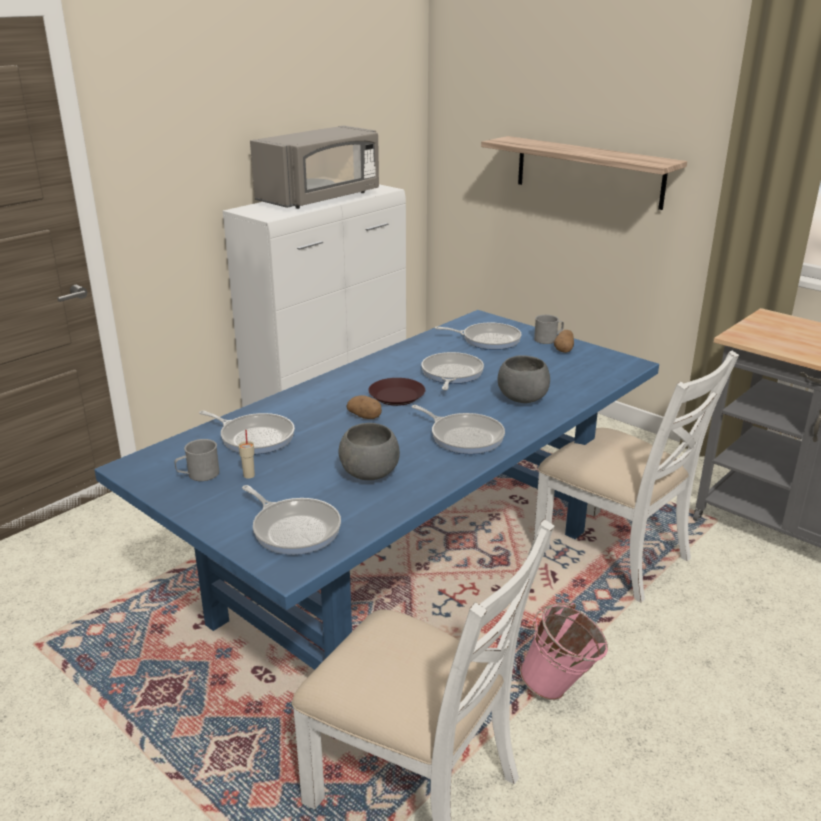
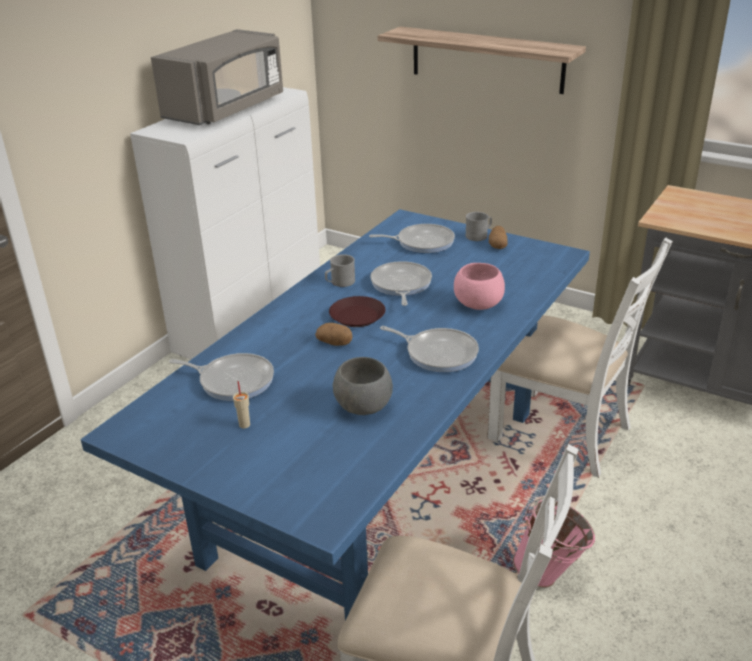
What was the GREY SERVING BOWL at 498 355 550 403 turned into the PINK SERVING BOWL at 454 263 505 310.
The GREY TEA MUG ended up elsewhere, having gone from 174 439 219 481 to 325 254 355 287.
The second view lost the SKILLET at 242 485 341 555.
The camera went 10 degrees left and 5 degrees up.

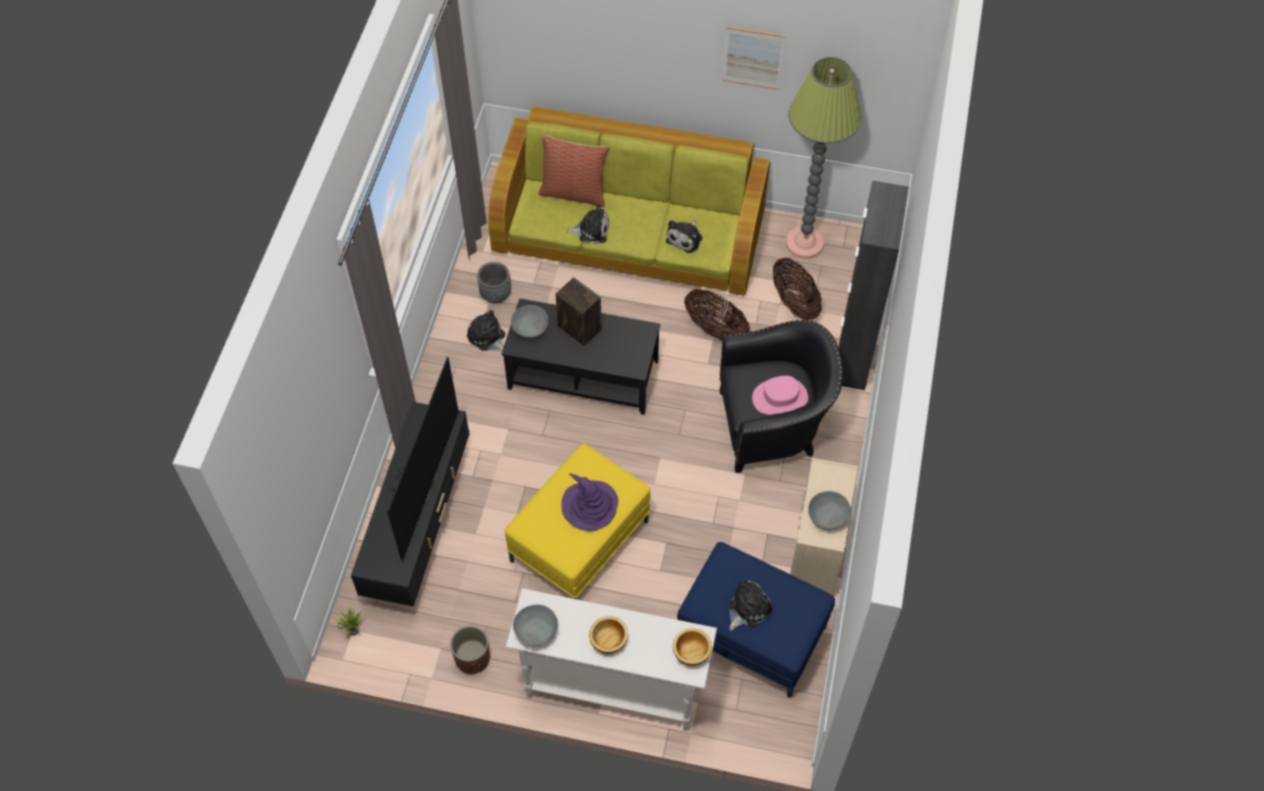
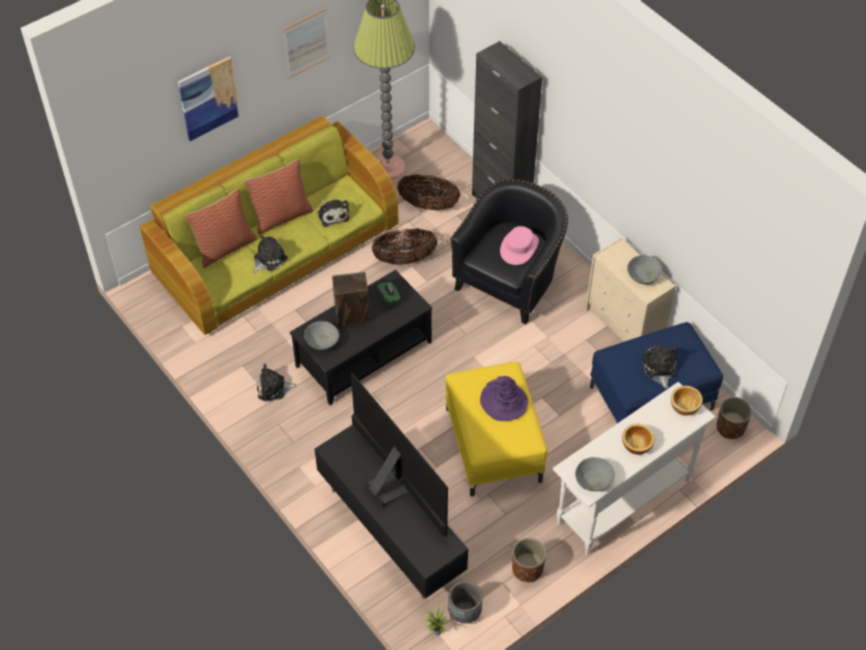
The GREY PLANTER ended up elsewhere, having gone from 477 262 511 304 to 448 581 482 623.
The second view gained the PICTURE at 178 56 240 141.
The second view gained the CUSHION at 244 159 314 234.
The second view gained the GREENISH BOX OF TISSUES at 377 282 401 307.
The second view gained the BROWNISH PLANTER at 716 397 752 439.
The camera went 50 degrees left and 5 degrees down.

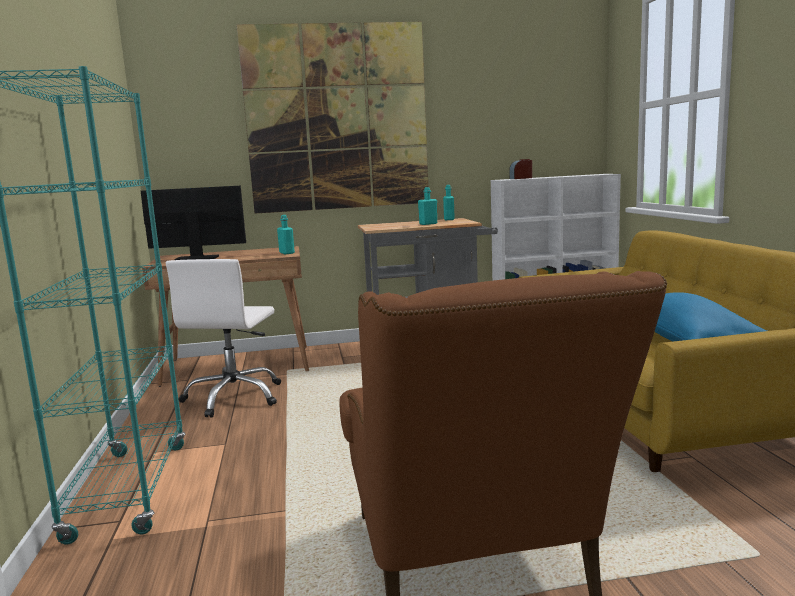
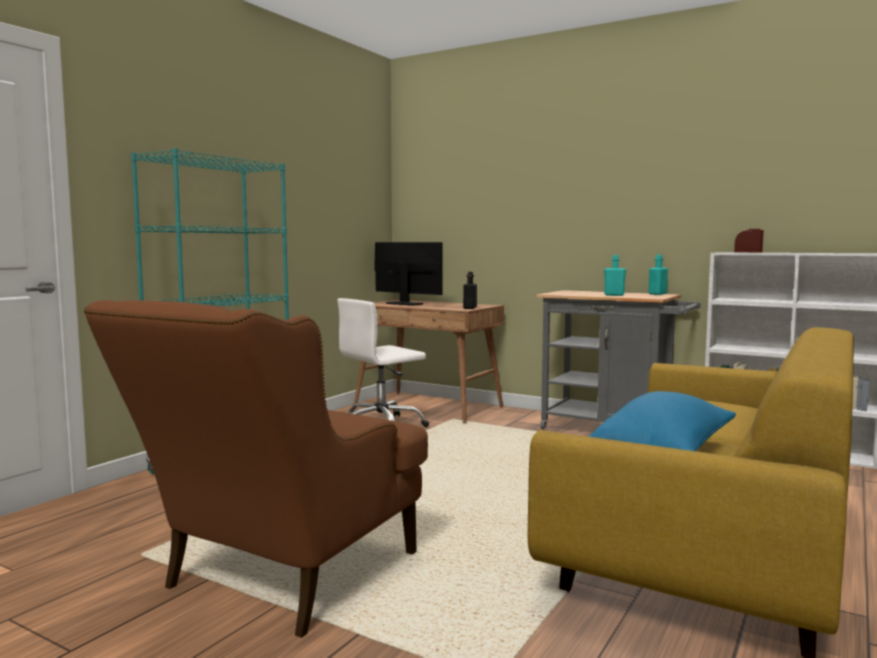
The second view lost the PICTURE at 236 22 428 214.
What was the TURQUOISE-COLOURED BEVERAGE BOTTLE at 277 215 295 254 turned into the BLACK-COLOURED BEVERAGE BOTTLE at 463 272 477 309.
The camera went 40 degrees right and 5 degrees down.

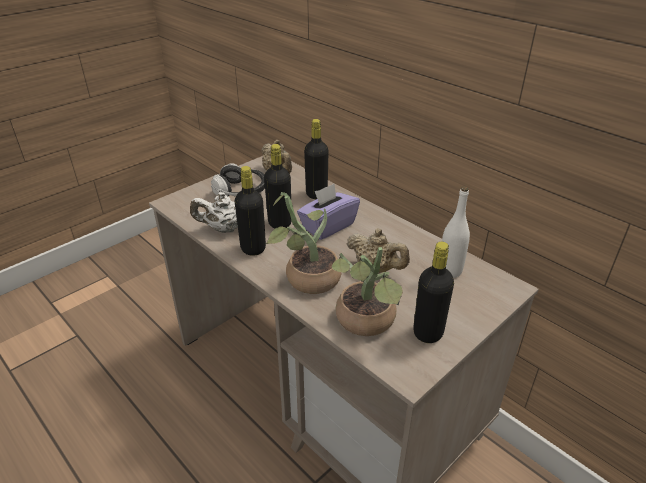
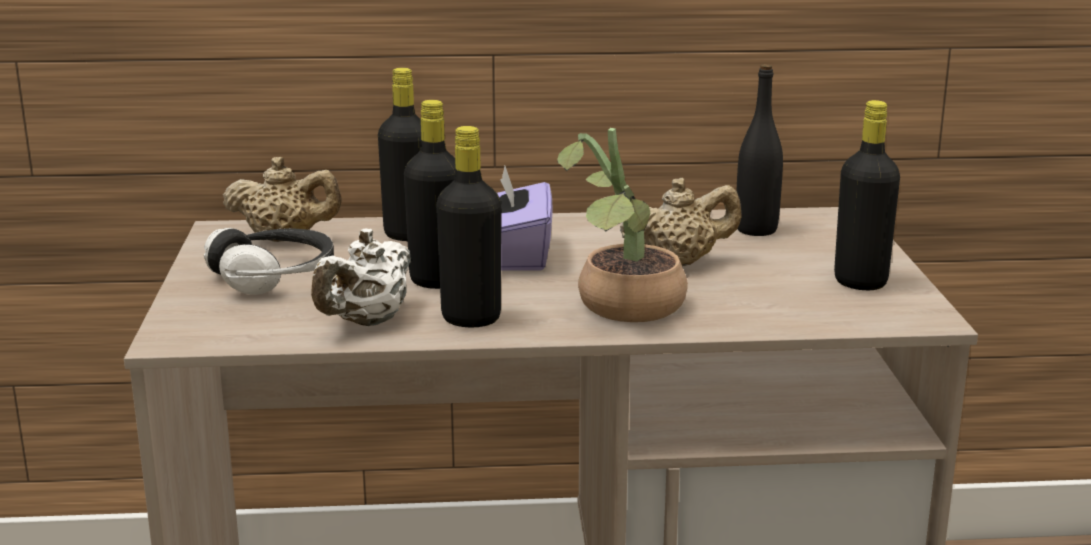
What was the WHITISH BEVERAGE BOTTLE at 442 187 470 278 turned into the BLACK-COLOURED BEVERAGE BOTTLE at 737 64 783 236.
The second view lost the POTTED PLANT at 332 247 403 336.
The camera went 50 degrees left and 15 degrees down.

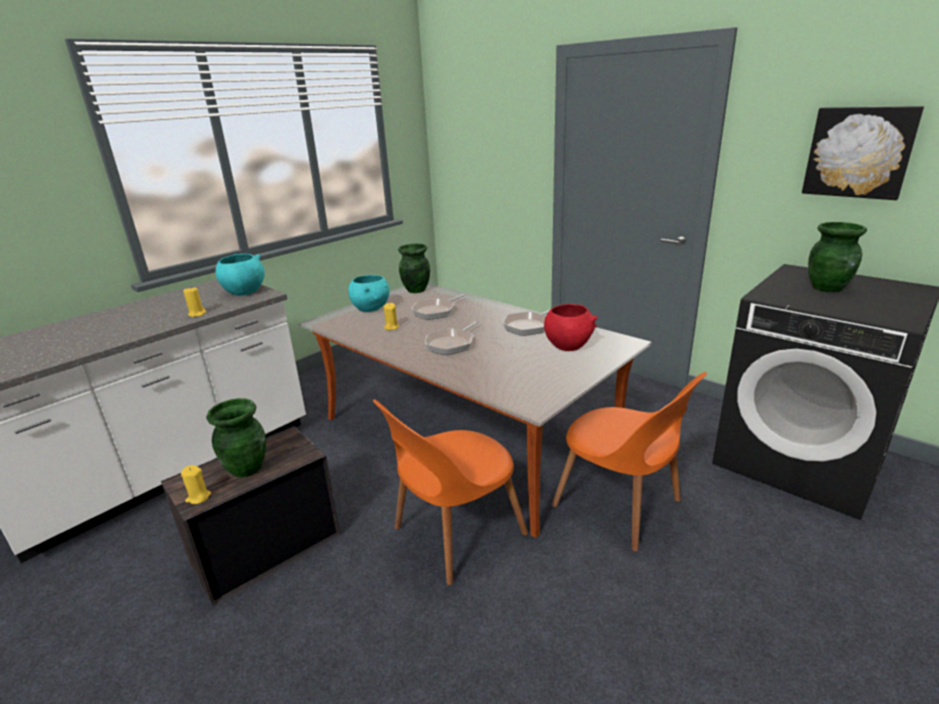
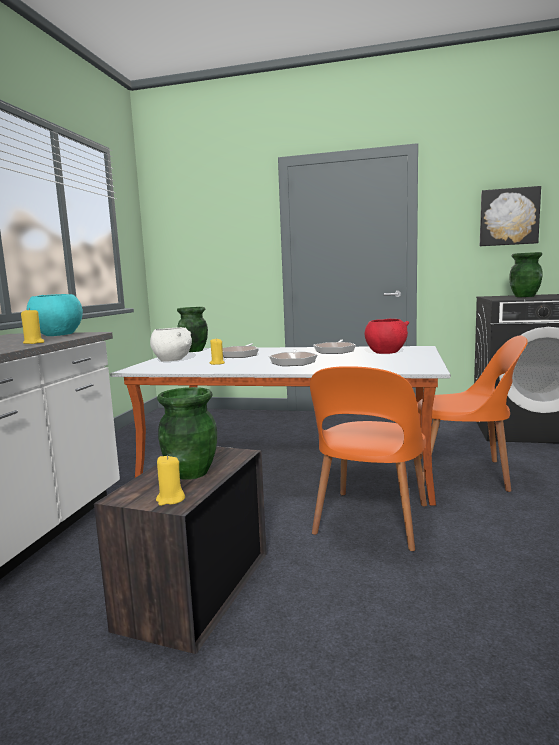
What was the TURQUOISE-COLOURED SERVING BOWL at 348 275 389 312 turned into the WHITISH SERVING BOWL at 150 327 192 362.
The camera went 30 degrees left and 15 degrees down.

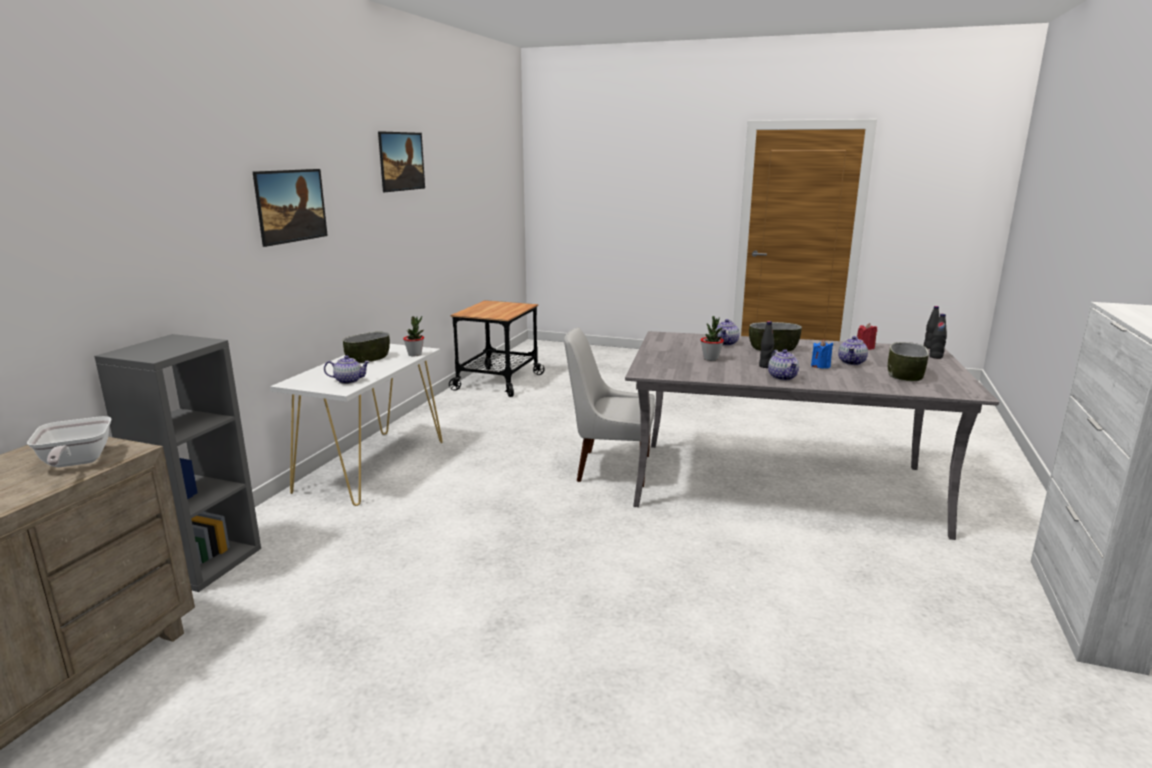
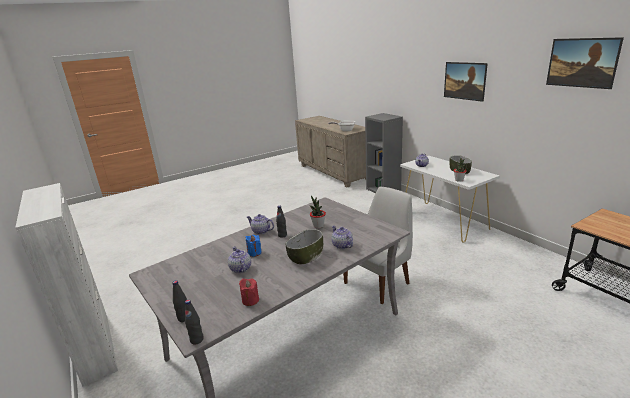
The second view lost the SERVING BOWL at 888 342 929 381.
The camera went 130 degrees right and 5 degrees up.

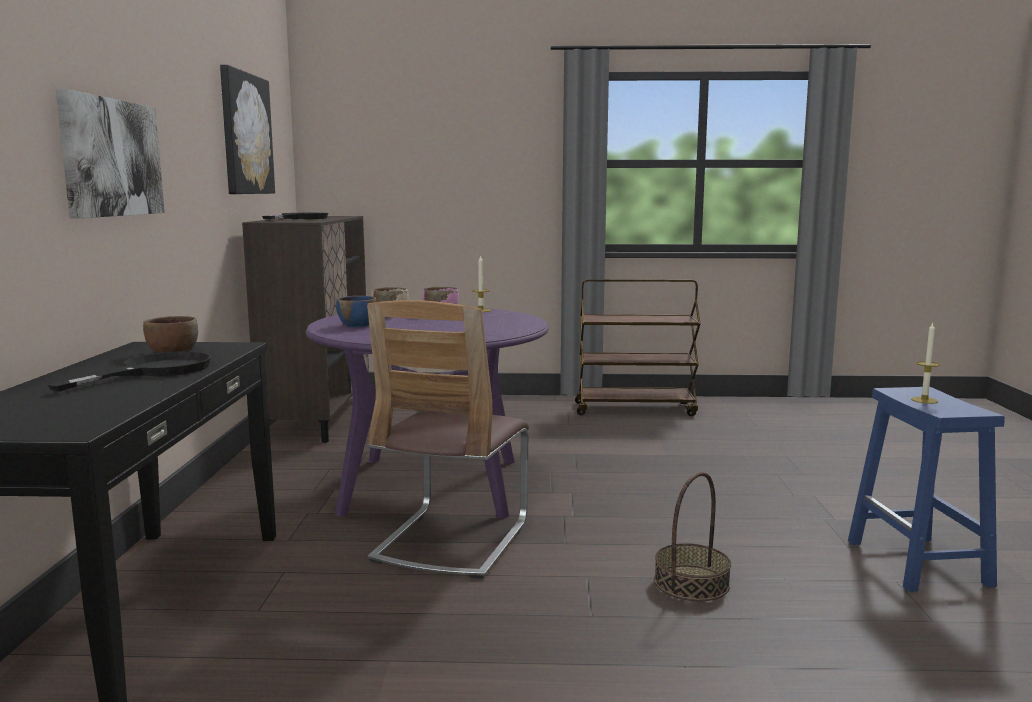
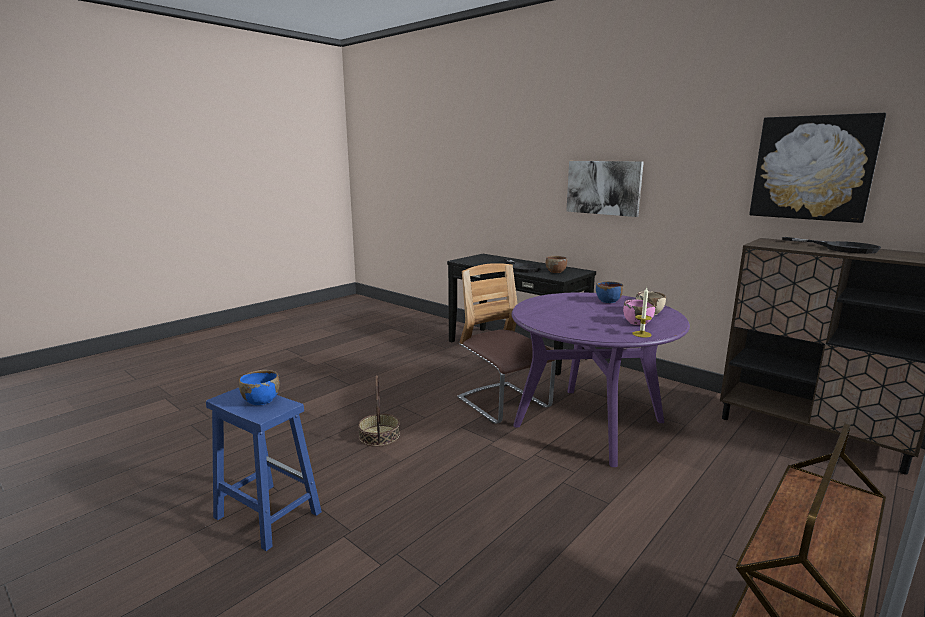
Where the WAX CANDLE stood at 911 322 940 404, the BLUE SERVING BOWL came to stand at 239 370 280 405.
The camera went 130 degrees right and 5 degrees up.

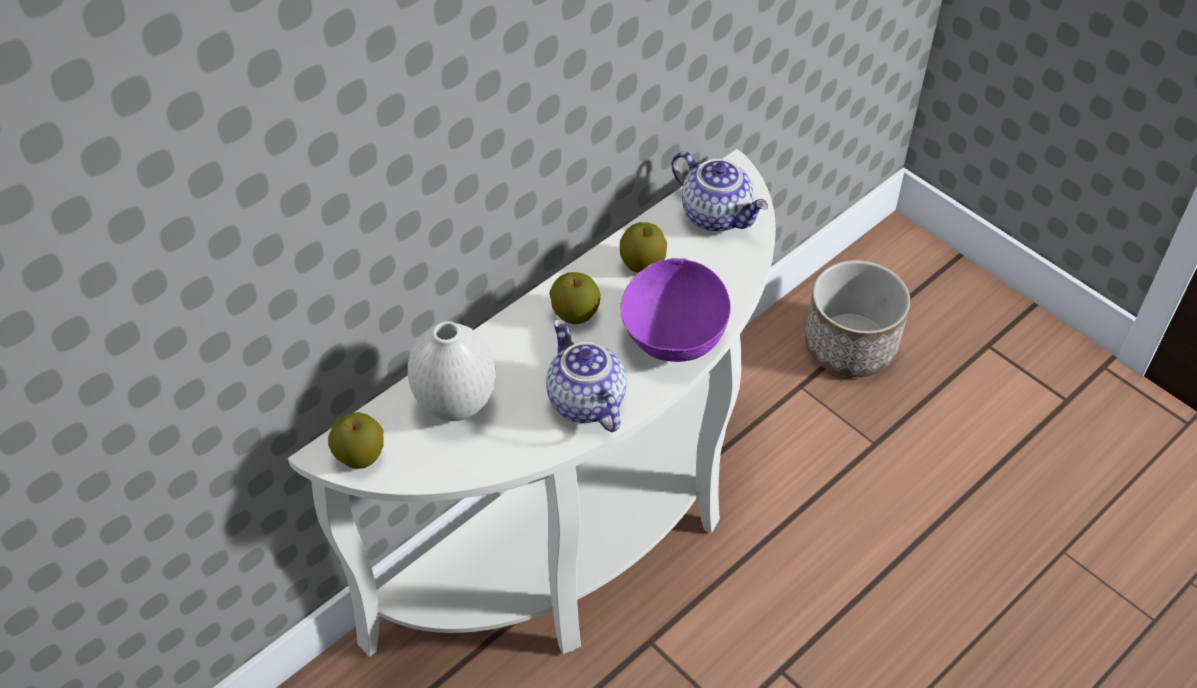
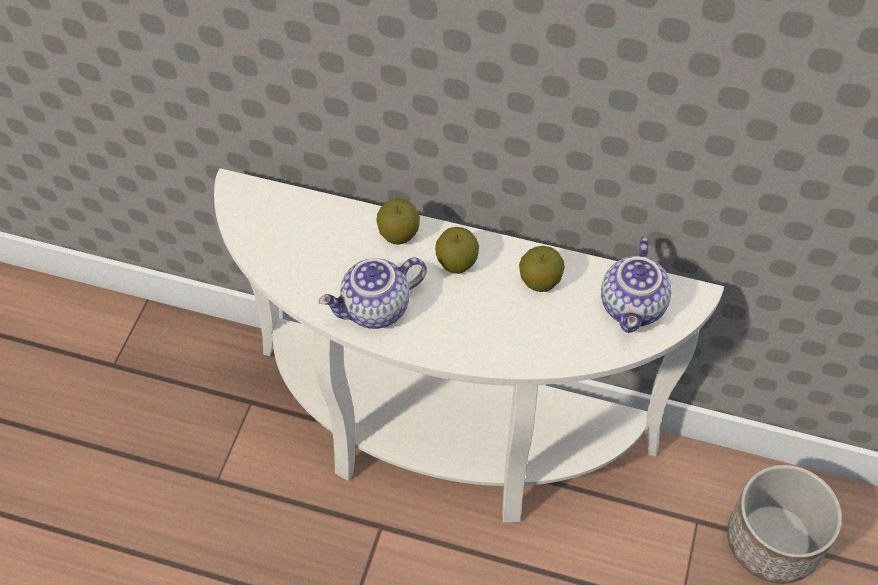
The second view lost the PURPLE-COLOURED SERVING BOWL at 620 258 731 362.
The TEAPOT at 546 319 627 432 ended up facing another way, 150 degrees counterclockwise from before.
The second view lost the WHITISH VASE at 408 321 496 421.
The WHOLE APPLE ended up elsewhere, having gone from 328 412 383 469 to 376 198 420 245.
The camera went 60 degrees right and 5 degrees up.

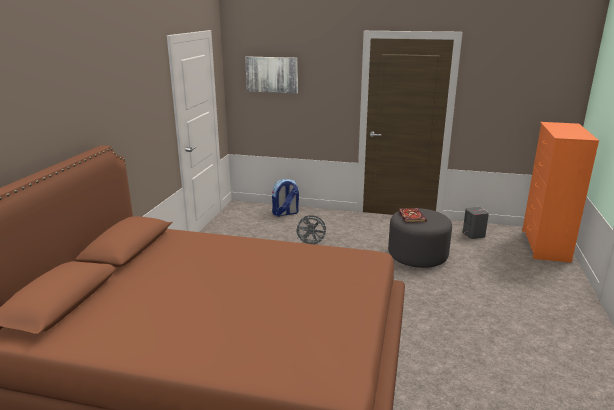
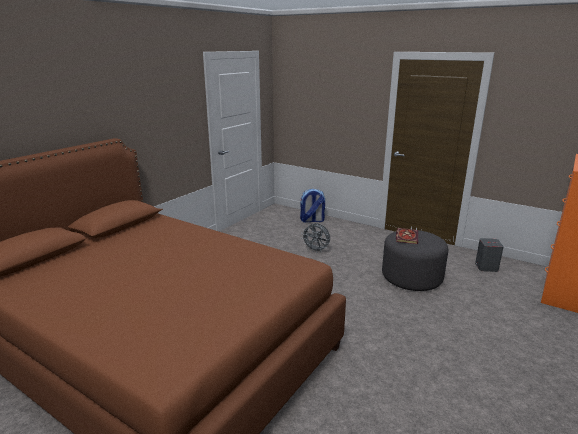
The second view lost the PICTURE at 245 57 298 94.
The camera went 20 degrees right and 0 degrees up.

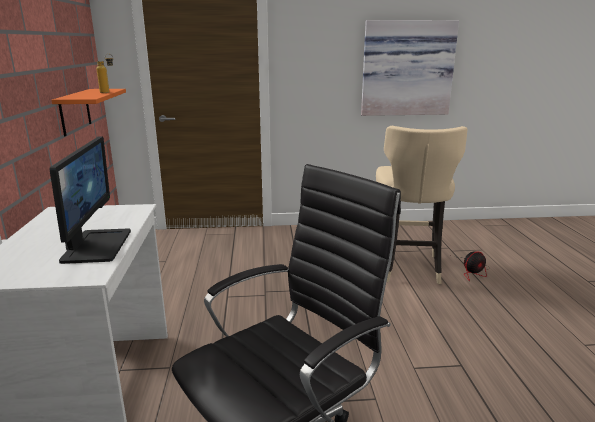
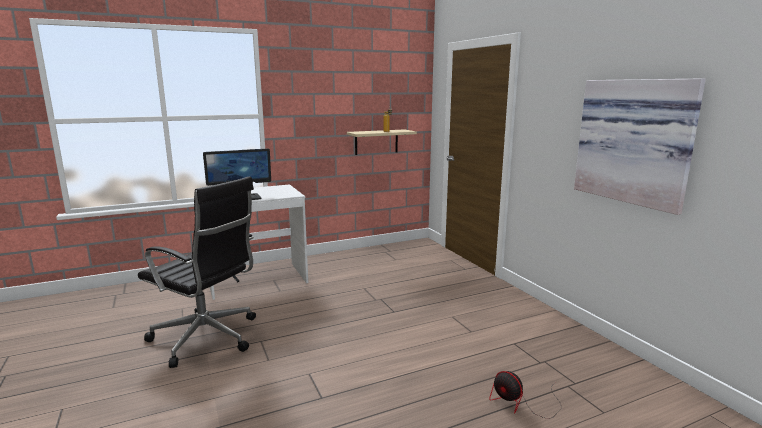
What was the ORANGE-COLOURED BRACKET SHELF at 51 89 126 136 turned into the SAND-COLOURED BRACKET SHELF at 347 129 417 155.
The second view lost the SAND-COLOURED STOOL at 376 126 468 284.
The camera went 70 degrees right and 5 degrees down.

